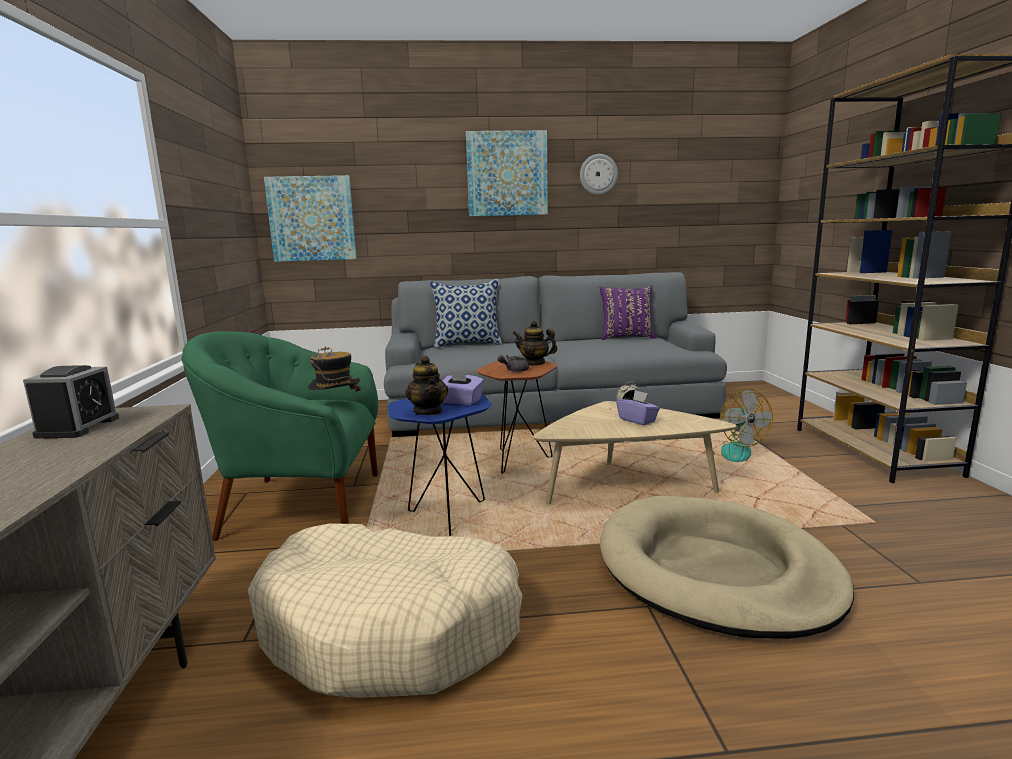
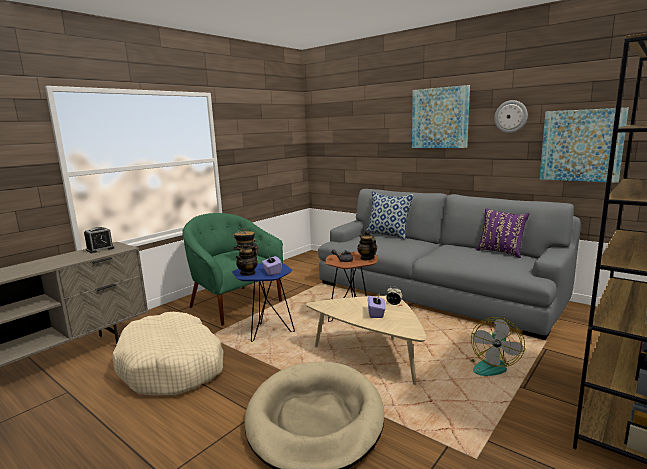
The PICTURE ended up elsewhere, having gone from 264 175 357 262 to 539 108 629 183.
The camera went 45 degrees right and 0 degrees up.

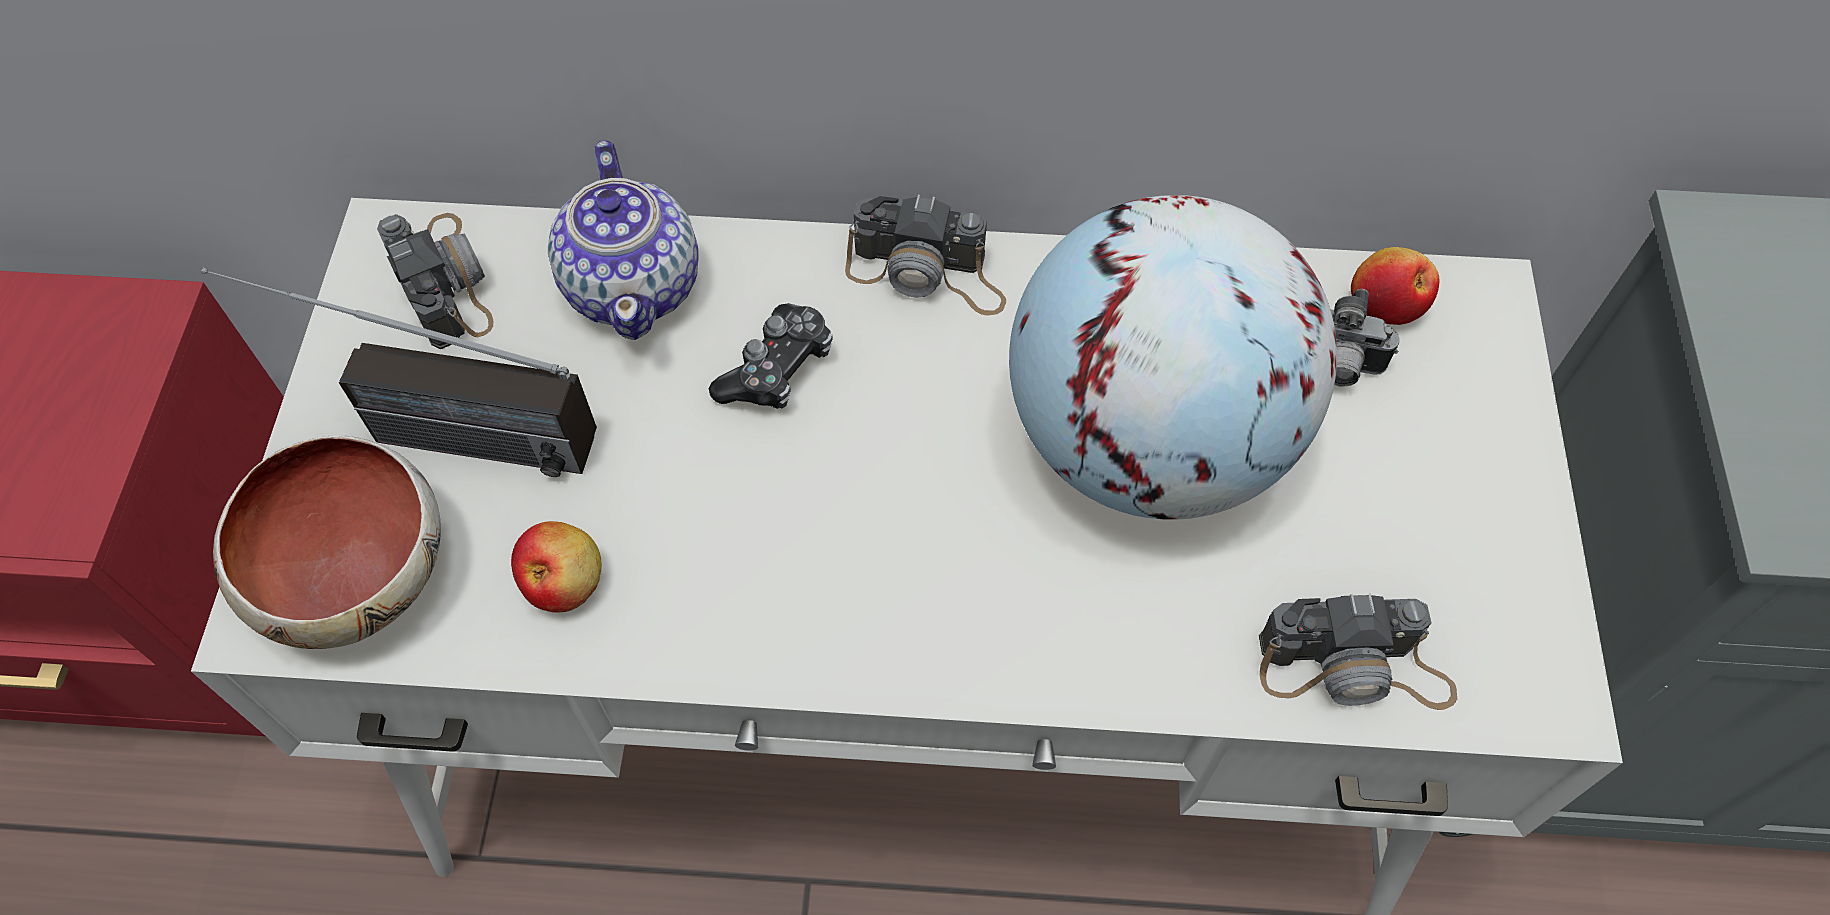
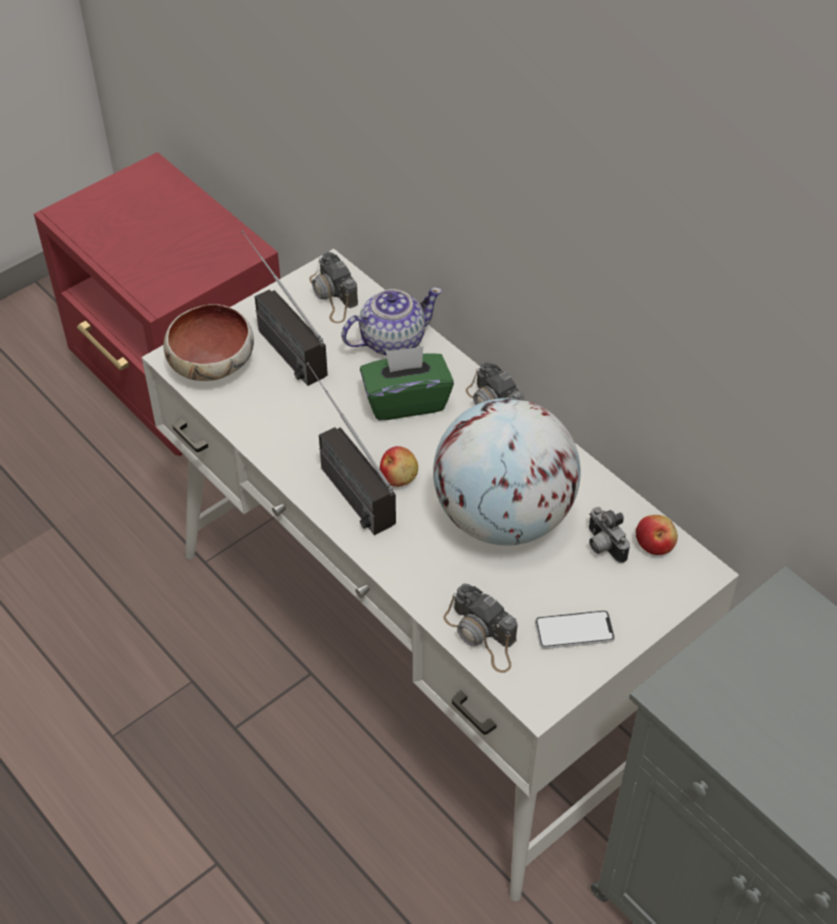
The TEAPOT at 548 141 699 340 ended up facing another way, 150 degrees counterclockwise from before.
The STILL CAMERA at 377 213 493 349 ended up facing another way, 135 degrees clockwise from before.
Where the GAME CONTROLLER stood at 708 303 833 409, the GREENISH BOX OF TISSUES came to stand at 360 346 454 421.
The WHOLE APPLE ended up elsewhere, having gone from 511 521 602 613 to 380 446 418 487.
The second view gained the RADIO SET at 306 362 396 535.
The second view gained the TELEPHONE at 535 610 615 649.
The camera went 45 degrees right and 10 degrees down.

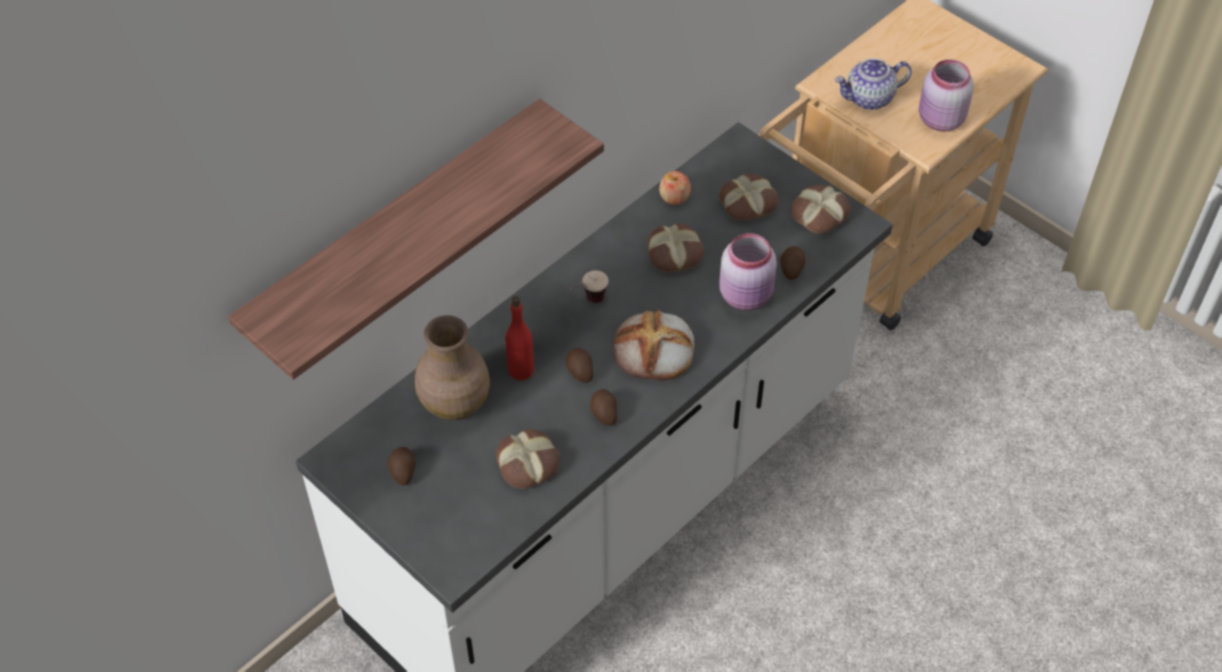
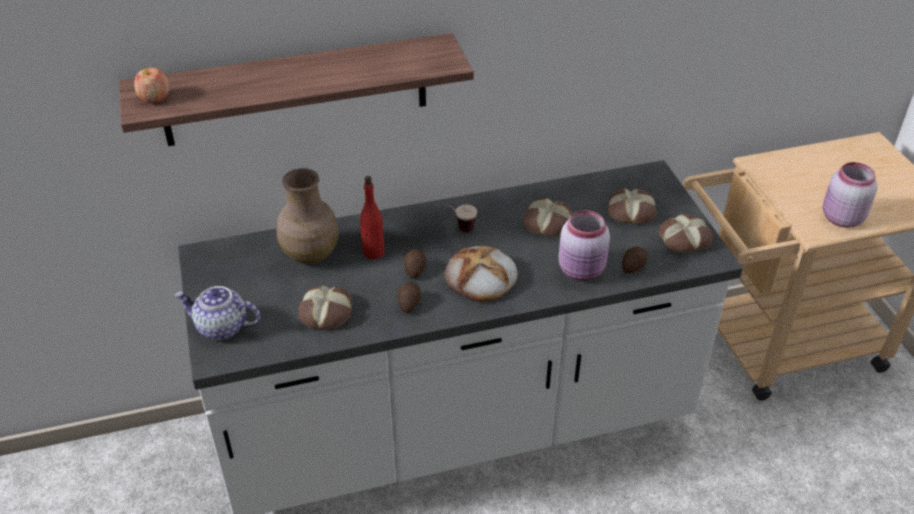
The TEAPOT ended up elsewhere, having gone from 835 58 912 110 to 175 286 260 340.
The WHOLE APPLE ended up elsewhere, having gone from 659 171 691 205 to 134 68 170 103.
The second view lost the SPUD at 388 447 416 486.
The camera went 30 degrees right and 10 degrees down.

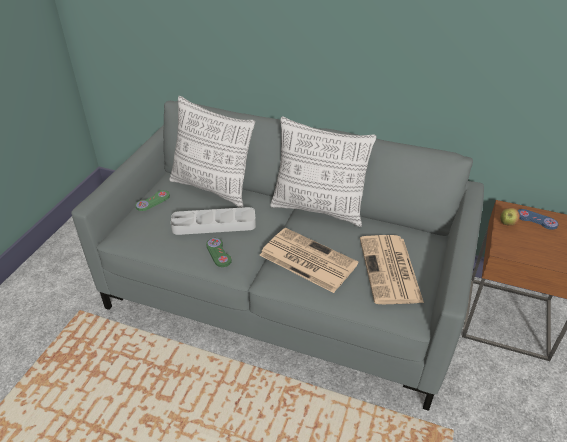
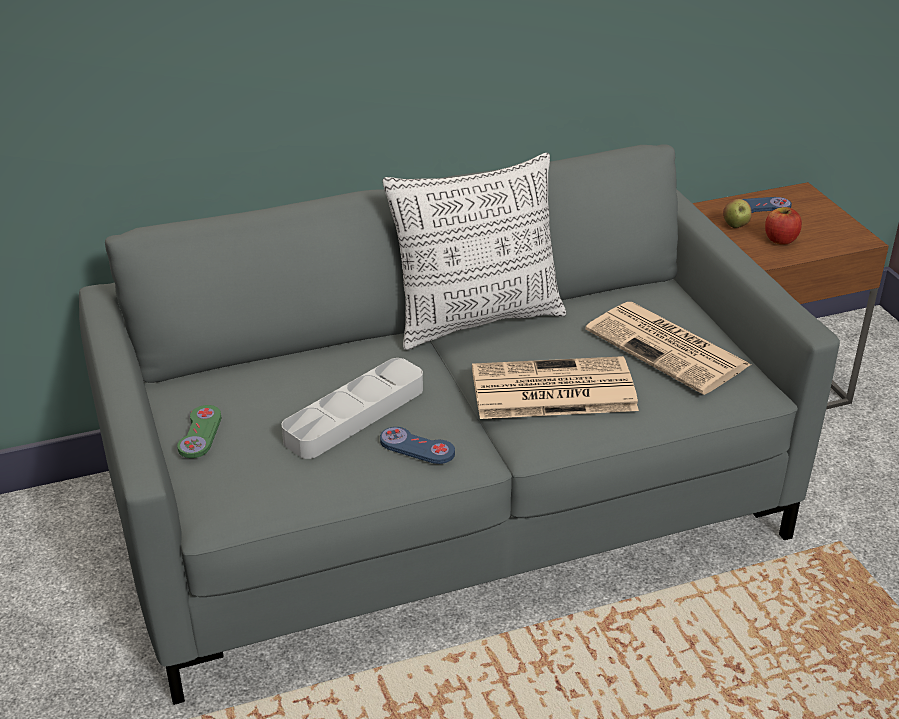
The second view lost the CUSHION at 169 96 255 208.
What was the GREENISH GAME CONTROLLER at 206 238 232 267 turned into the BLUE GAME CONTROLLER at 380 427 455 464.
The second view gained the WHOLE APPLE at 765 207 802 245.
The camera went 40 degrees left and 5 degrees down.

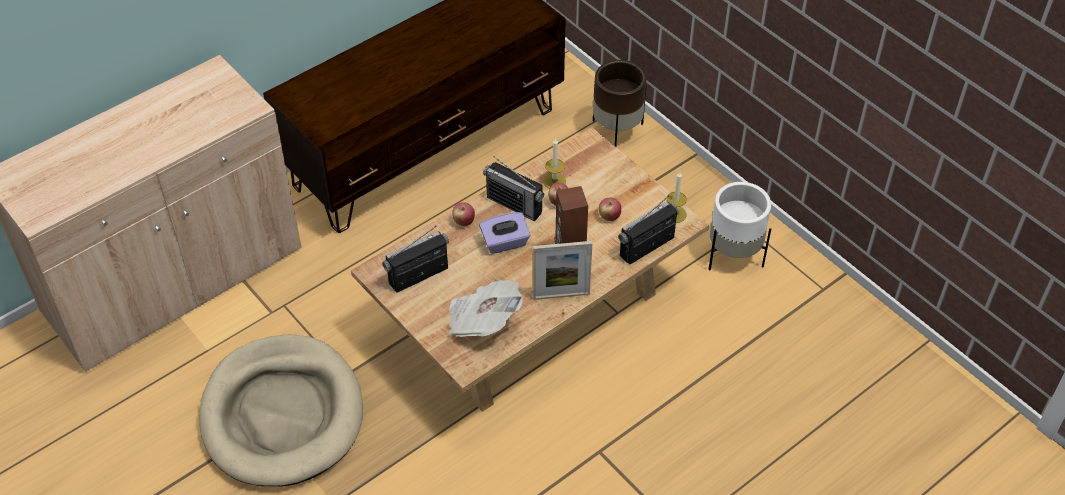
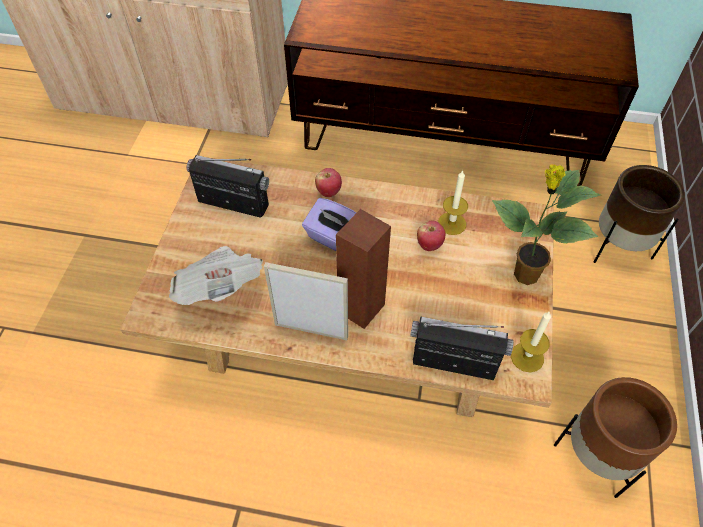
The second view lost the RADIO SET at 483 156 544 222.
What was the WHITISH PLANTER at 708 182 771 271 turned into the BROWNISH PLANTER at 554 377 677 498.
The second view lost the WHOLE APPLE at 599 198 621 221.
The PICTURE FRAME at 533 241 592 300 ended up facing another way, 150 degrees clockwise from before.
The second view lost the SAND-COLOURED DOG CUSHION at 199 335 363 486.
The second view gained the POTTED PLANT at 492 164 601 285.
The camera went 50 degrees right and 5 degrees up.

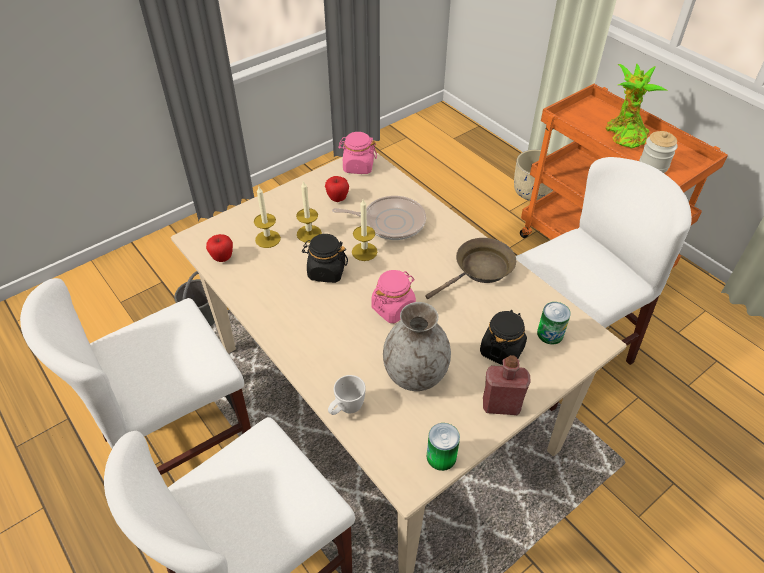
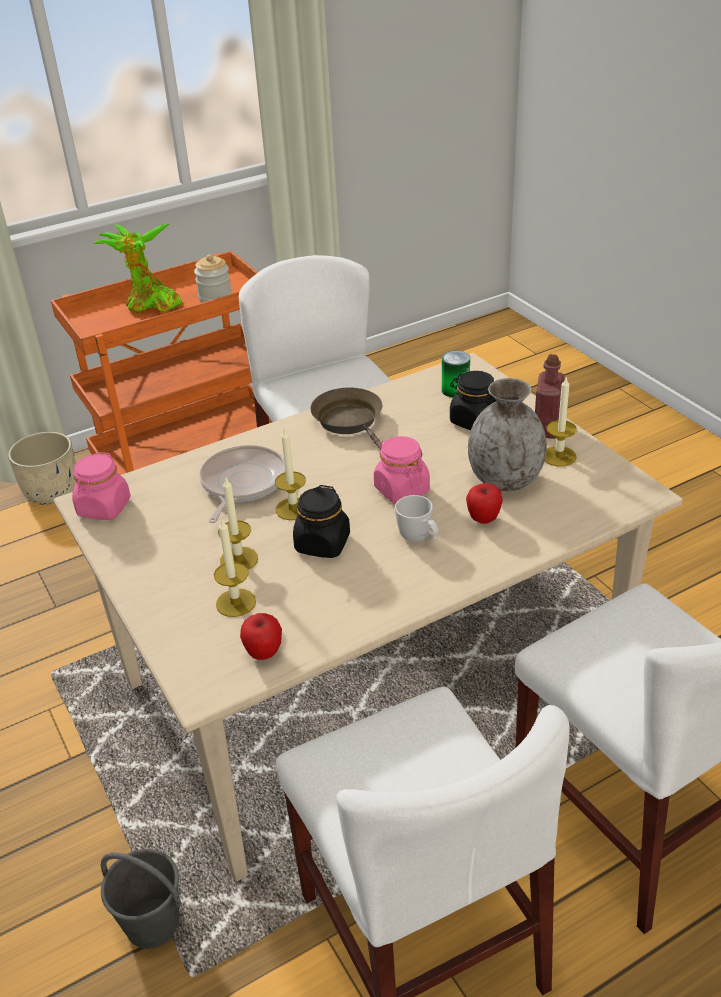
The WHOLE APPLE ended up elsewhere, having gone from 325 176 349 202 to 466 483 503 524.
The WHITISH TEA MUG ended up elsewhere, having gone from 328 375 366 415 to 395 495 439 542.
The second view lost the CAN at 426 423 460 471.
The second view gained the WAX CANDLE at 545 376 577 467.
The camera went 80 degrees left and 10 degrees down.

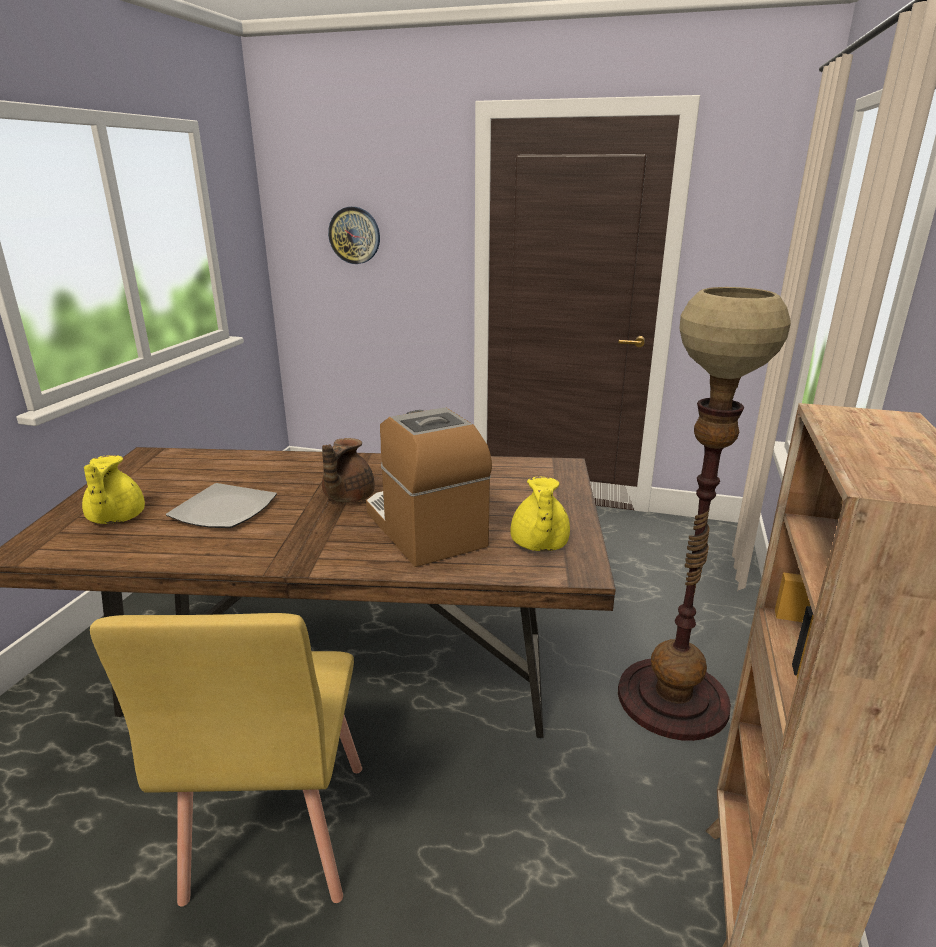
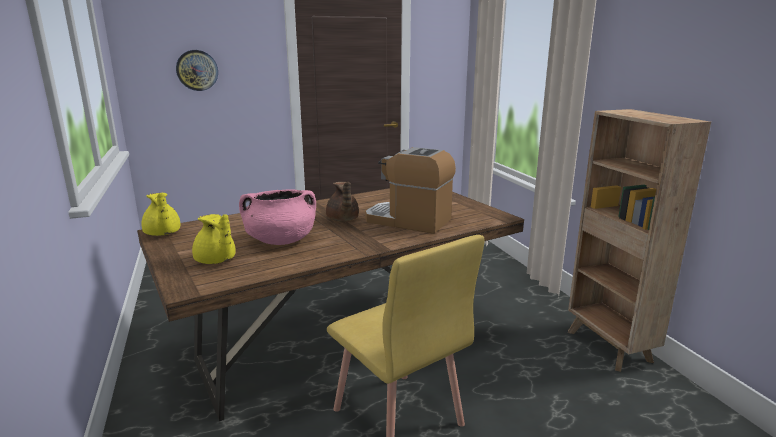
The second view lost the STANDING LAMP at 618 287 791 741.
The YELLOWISH TEAPOT ended up elsewhere, having gone from 511 477 570 551 to 142 193 180 236.
Where the PLATE stood at 166 483 277 528, the PINK COOKING POT came to stand at 239 189 316 245.
The camera went 35 degrees left and 5 degrees down.

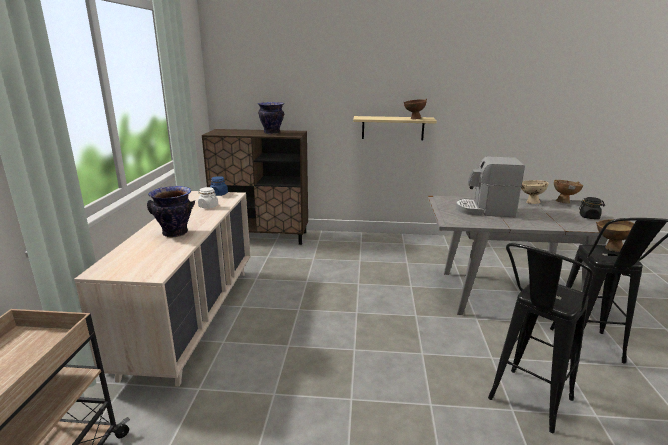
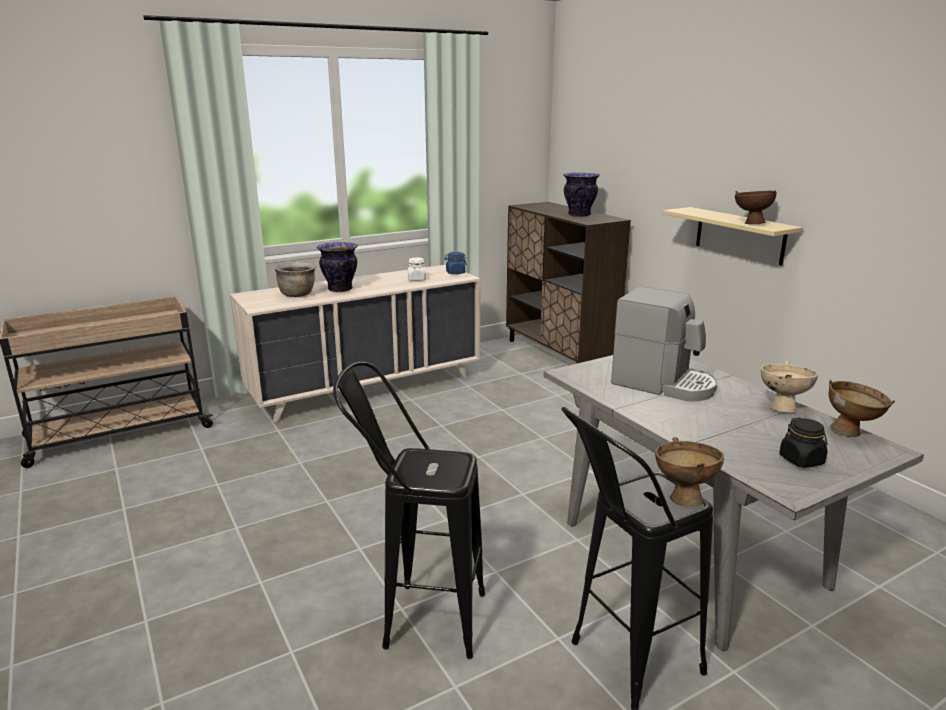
The COFFEE MAKER at 456 156 525 217 ended up facing another way, 150 degrees clockwise from before.
The second view gained the BROWNISH COOKING POT at 274 262 316 297.
The camera went 55 degrees right and 0 degrees up.

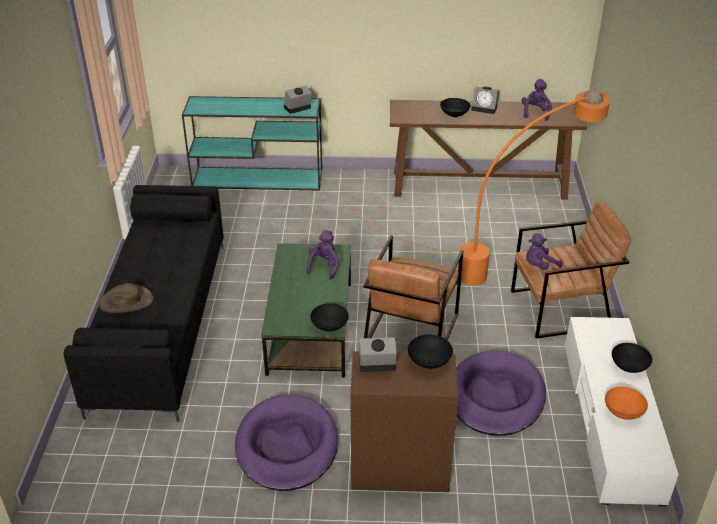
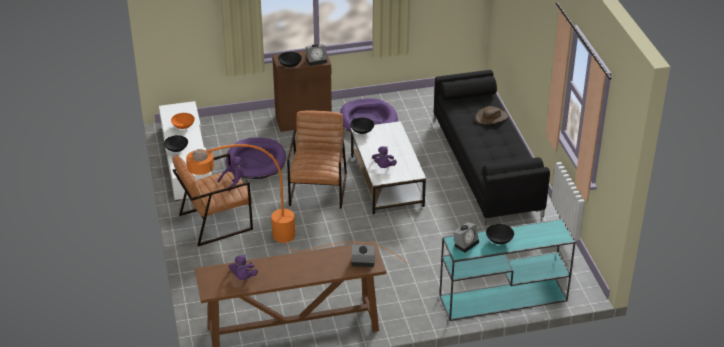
The TABLE CLOCK ended up elsewhere, having gone from 471 86 499 114 to 352 245 375 267.
The BLACK-COLOURED SERVING BOWL ended up elsewhere, having gone from 440 98 470 117 to 486 224 514 244.
What was the GREENISH COFFEE TABLE at 261 243 351 378 turned into the WHITISH COFFEE TABLE at 351 121 426 214.
The camera went 165 degrees right and 0 degrees up.

